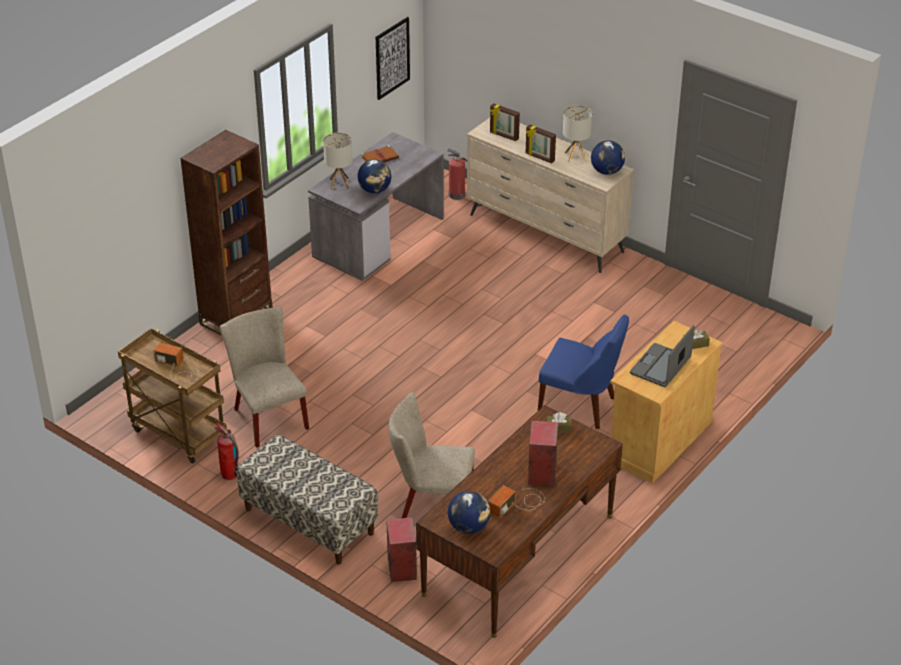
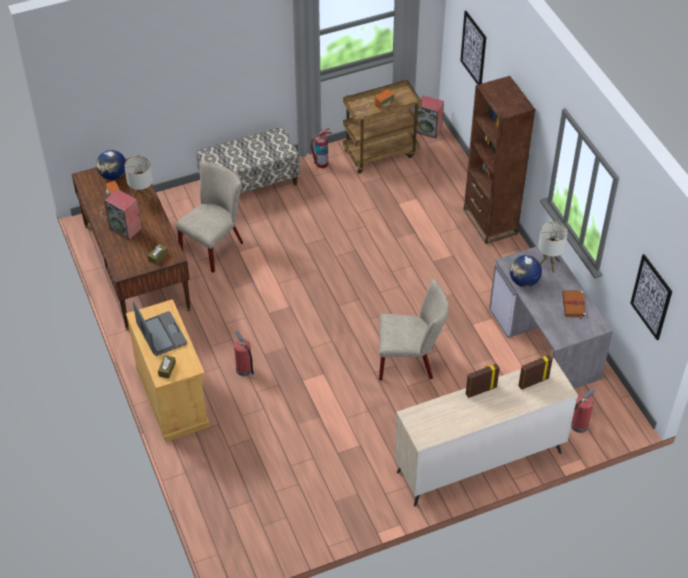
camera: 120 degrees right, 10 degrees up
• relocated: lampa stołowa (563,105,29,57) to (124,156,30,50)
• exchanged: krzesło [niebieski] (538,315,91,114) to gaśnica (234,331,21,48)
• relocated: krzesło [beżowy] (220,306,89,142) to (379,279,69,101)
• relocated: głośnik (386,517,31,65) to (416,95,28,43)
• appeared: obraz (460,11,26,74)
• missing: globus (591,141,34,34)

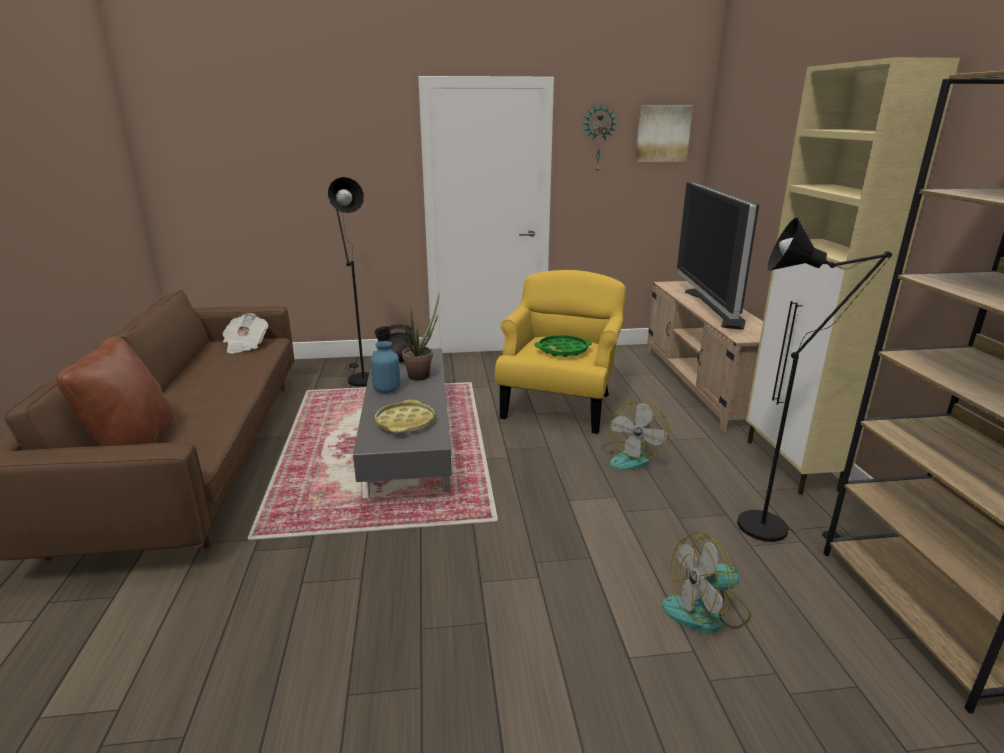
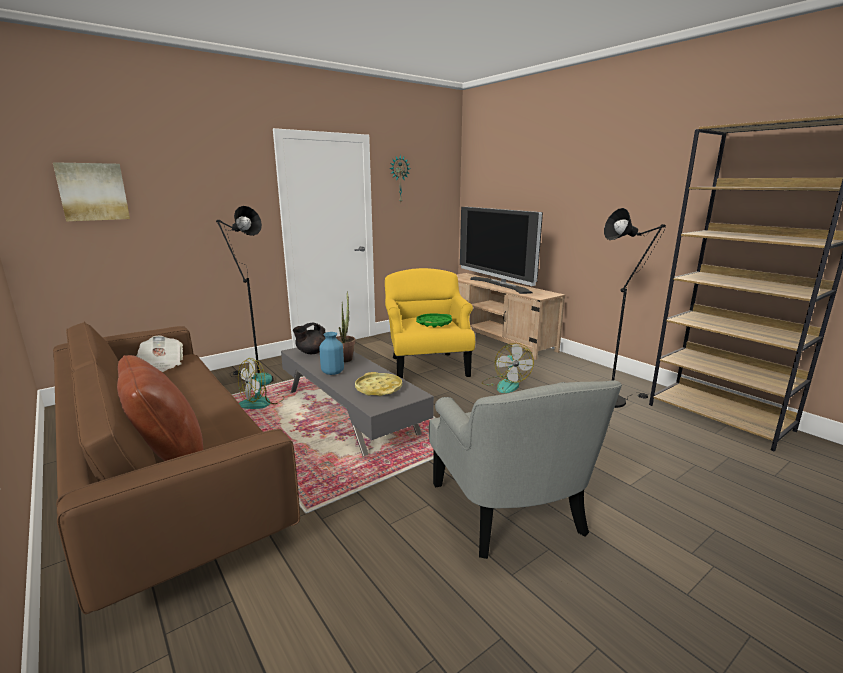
camera: 30 degrees left, 5 degrees down
• relocated: obraz (635,105,58,57) to (53,162,77,60)
• relocated: wentylator (662,532,89,101) to (238,358,46,51)
• appeared: fotel [szary] (429,380,193,179)
• missing: szafka [beżowy] (746,57,214,438)

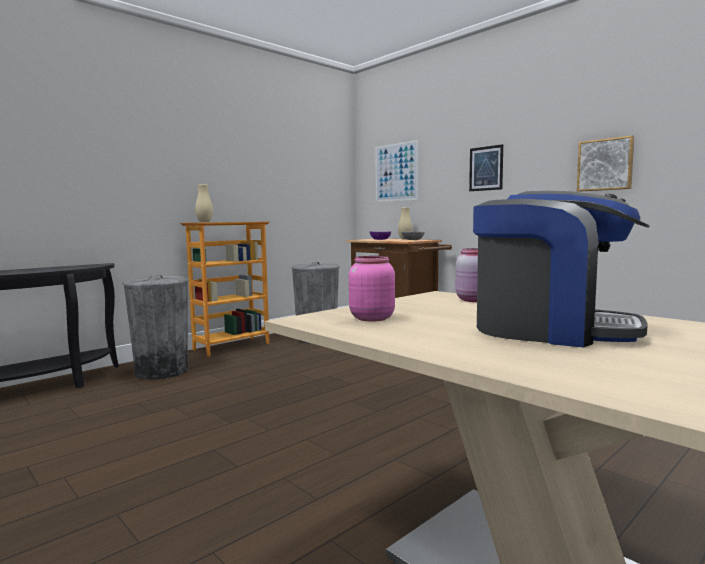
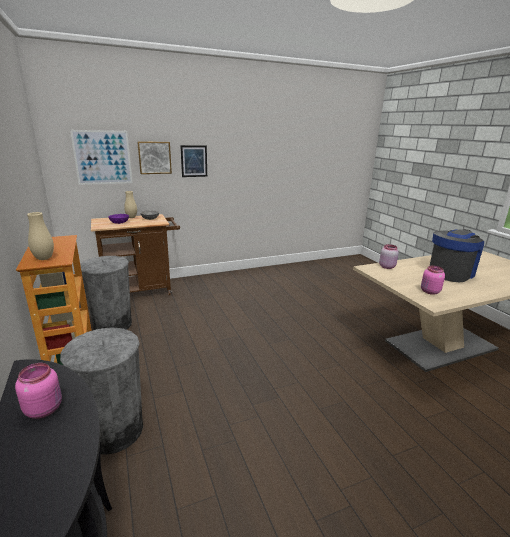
camera: 70 degrees left, 15 degrees up
• appeared: słoik [różowy] (15,363,47,56)
• relocated: obraz (577,136,57,56) to (137,141,35,33)

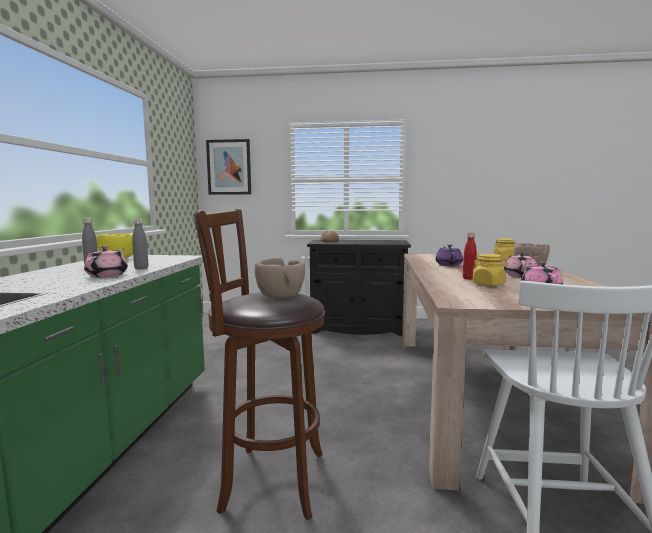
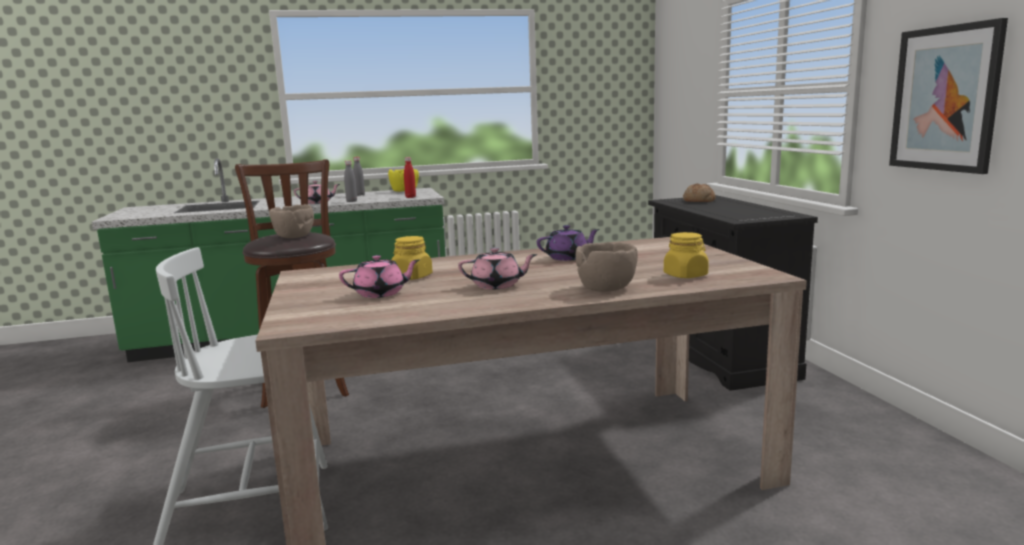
camera: 70 degrees right, 5 degrees up
• relocated: butelka [czerwony] (463,233,14,47) to (404,157,12,41)
• relocated: obraz (206,139,45,56) to (889,18,119,156)

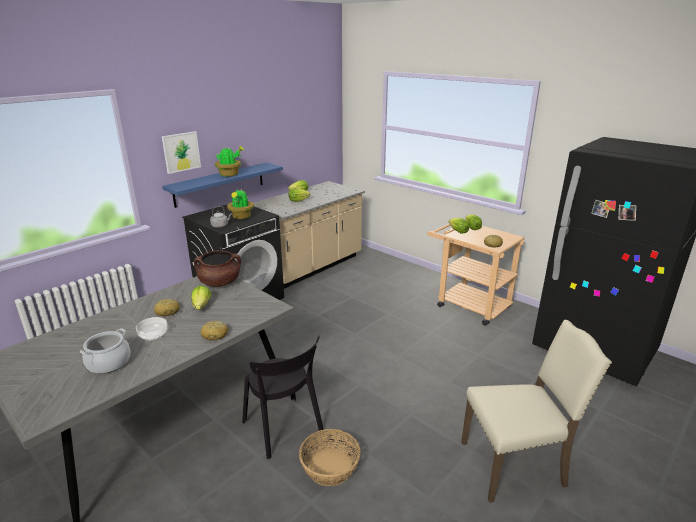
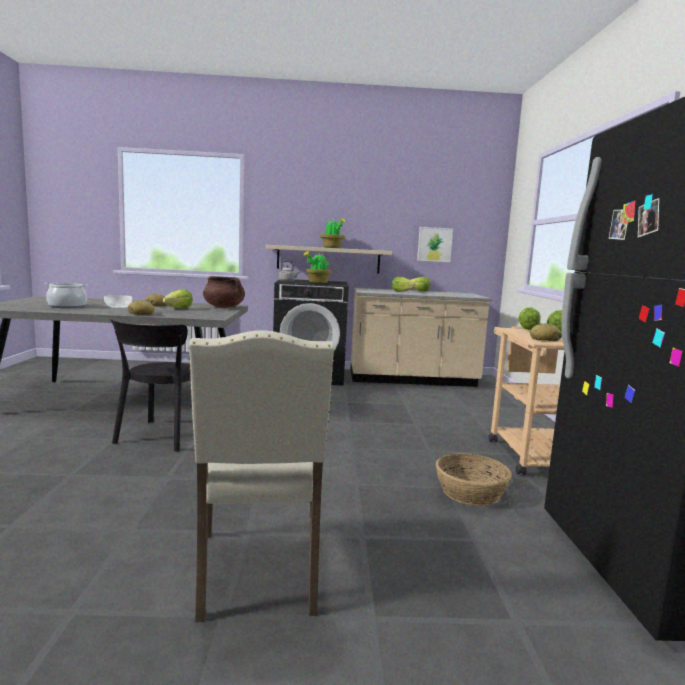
camera: 45 degrees right, 15 degrees down
• spun: krzesło [beżowy] (461,320,151,183) = (188,330,147,292) 45 degrees clockwise
• colour: półka [niebieski] (162,163,121,45) to półka [beżowy] (266,245,126,29)
• relocated: obraz (162,131,39,43) to (417,227,36,35)
• relocated: koszyk (299,429,62,57) to (436,453,76,53)

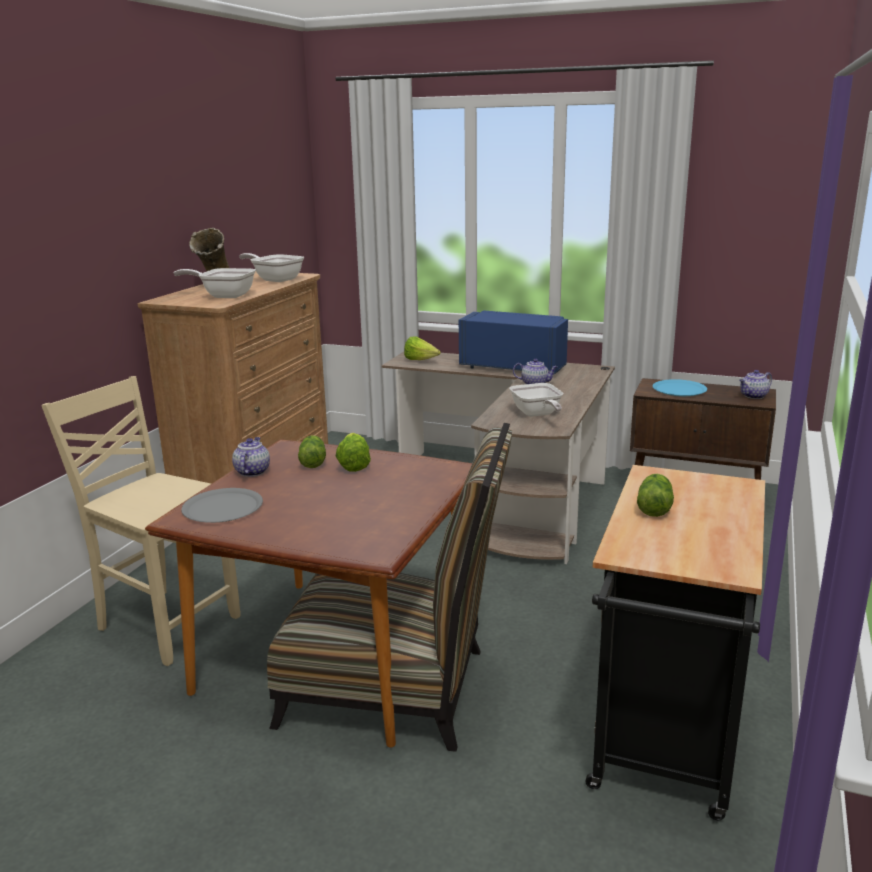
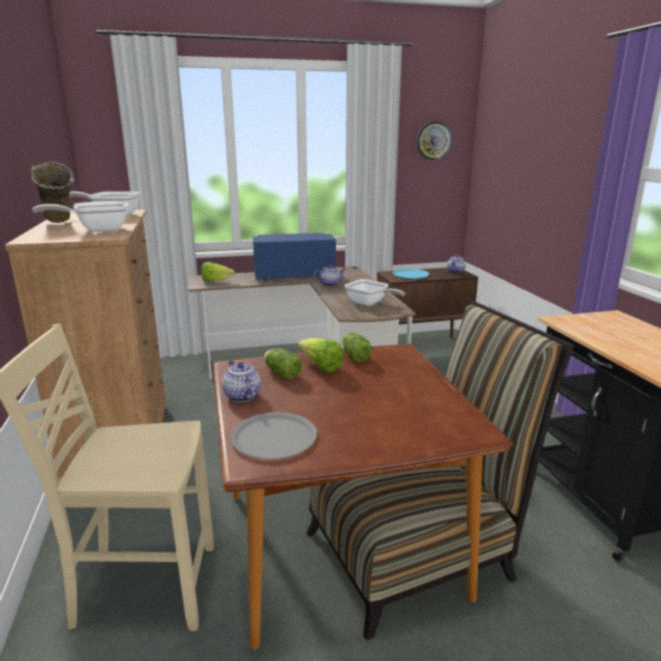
camera: 35 degrees left, 0 degrees up
• relocated: sałata (637,474,37,43) to (342,333,30,29)
• appeared: zegar ścienny (416,121,36,39)

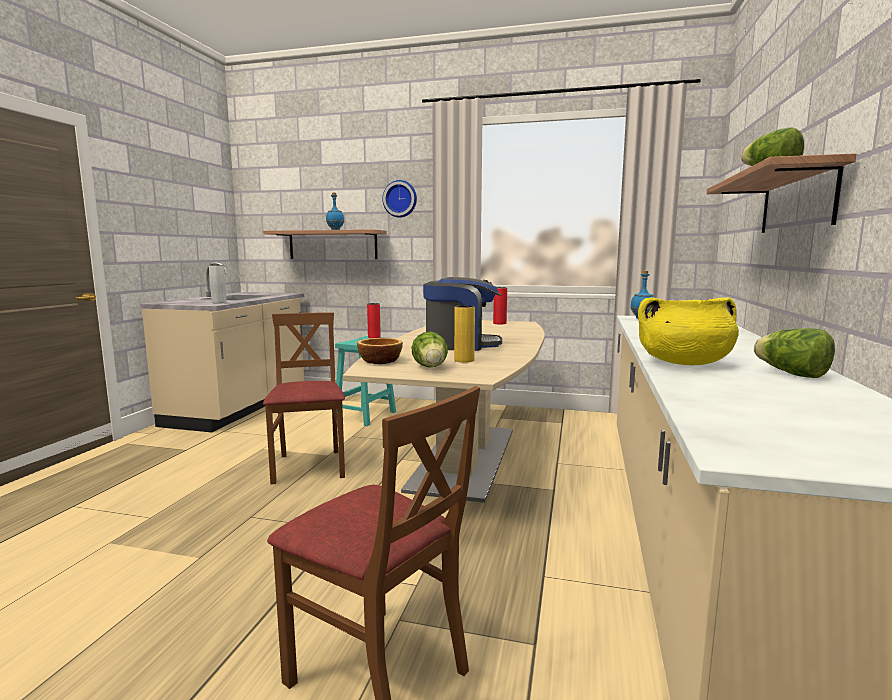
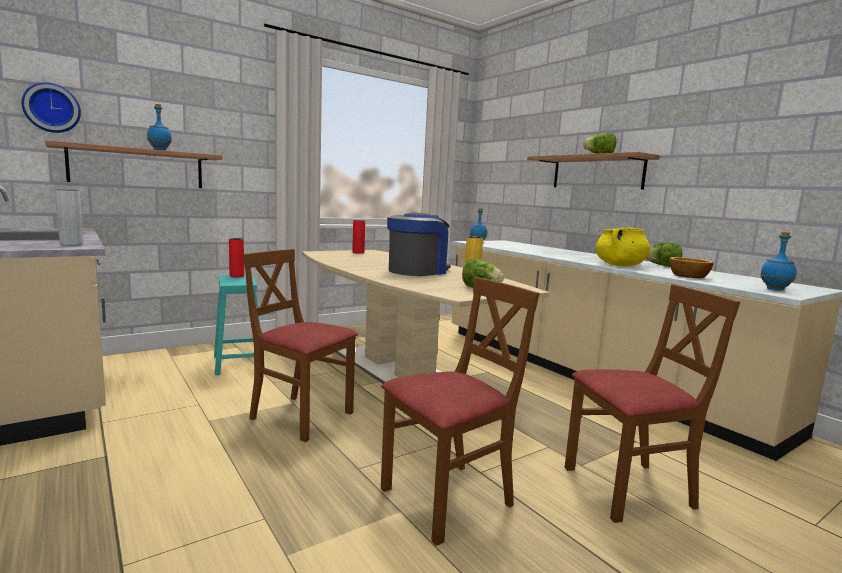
camera: 50 degrees left, 0 degrees up
• relocated: zegar ścienny (383,180,34,38) to (22,82,59,51)
• appeared: krzesło [brązowy] (381,277,159,269)
• relocated: miska (357,338,46,26) to (669,257,45,21)
• appeared: butelka [niebieski] (760,232,36,59)

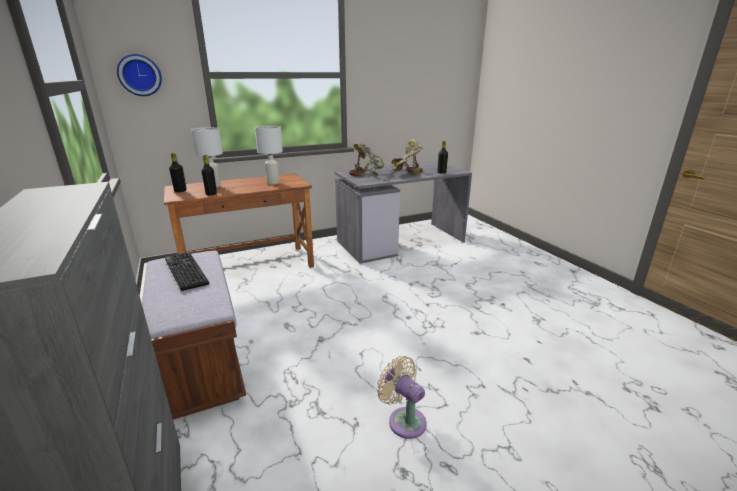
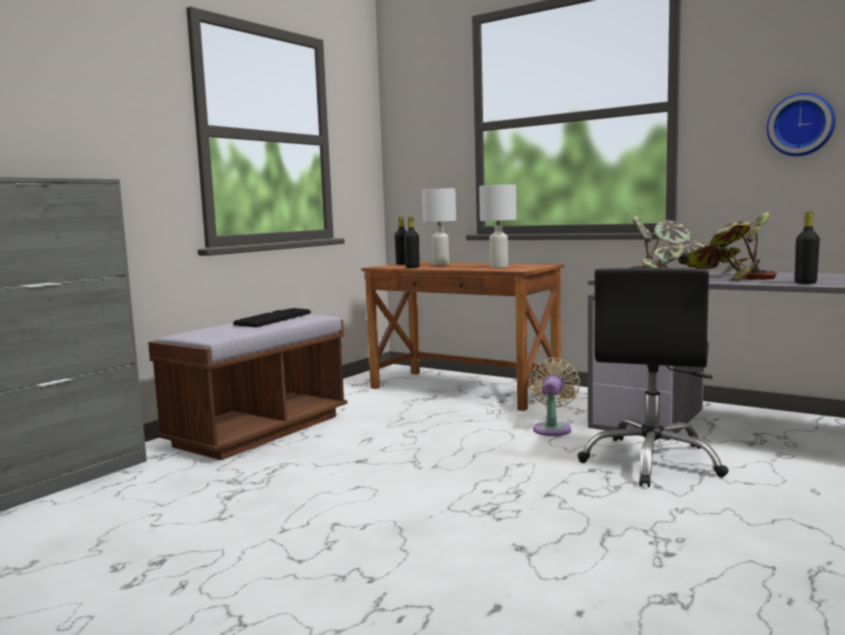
camera: 60 degrees right, 15 degrees down
• relocated: wentylator [beżowy] (376,356,50,83) to (529,357,51,79)
• appeared: krzesło biurowe [czarny] (577,268,152,219)
• relocated: zegar ścienny (117,54,45,42) to (766,93,69,63)

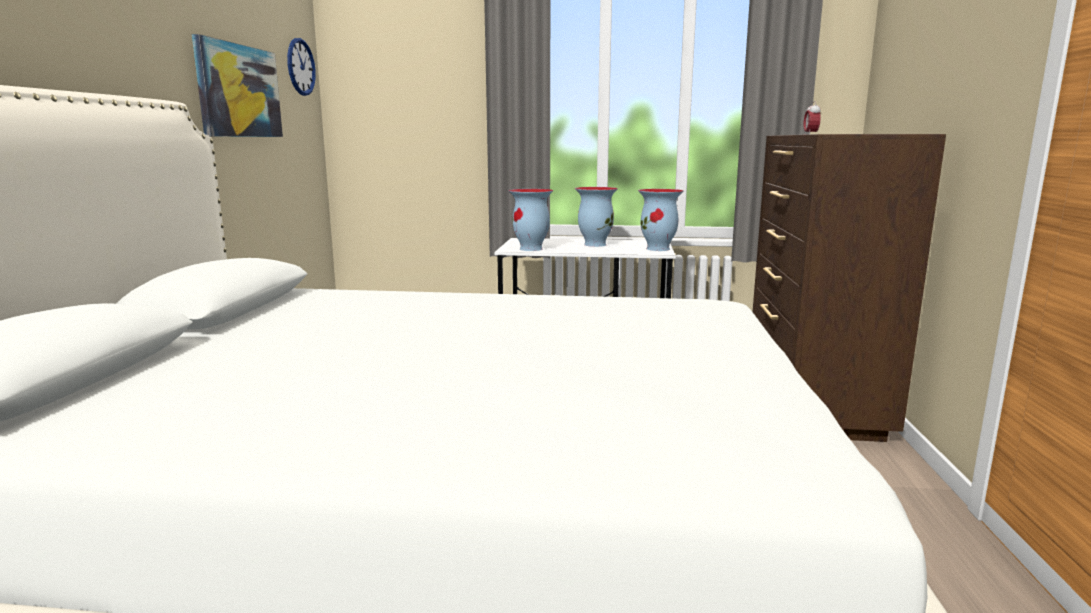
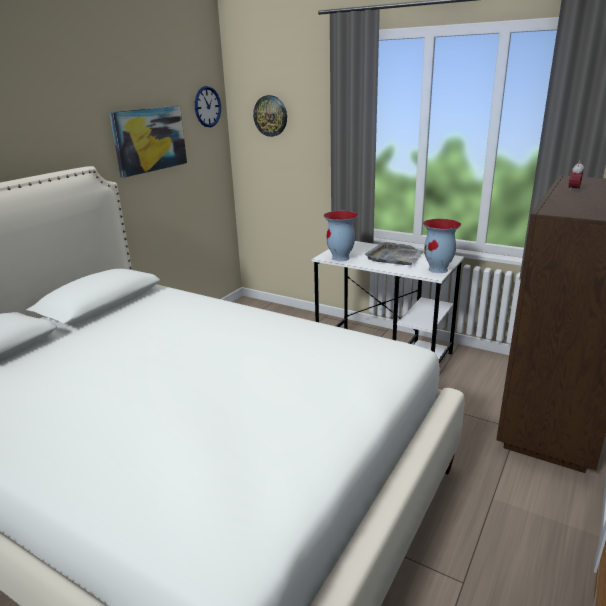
camera: 25 degrees right, 10 degrees up
• appeared: zegar ścienny (253,95,34,42)
• exchanged: wazon (575,187,43,60) to taca [szary] (365,242,59,23)

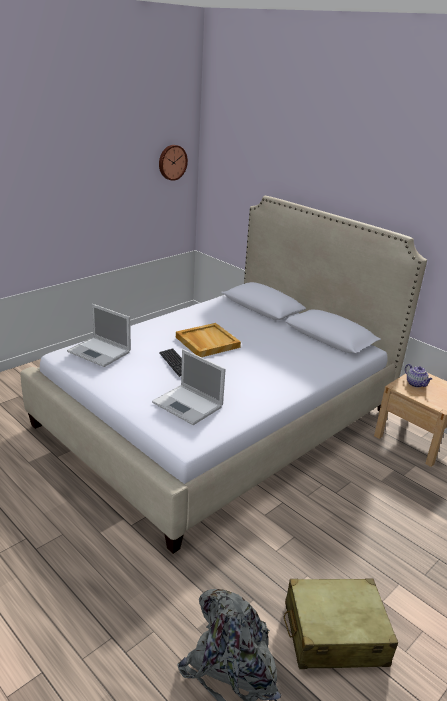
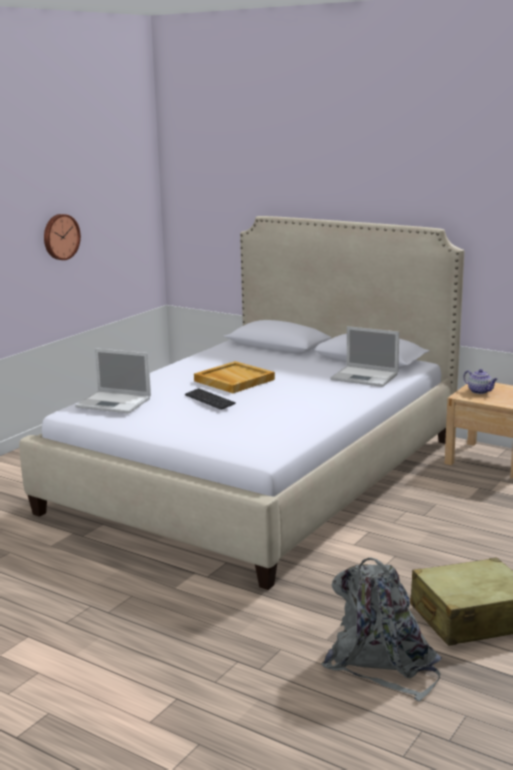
camera: 10 degrees left, 10 degrees down
• relocated: zegar ścienny (159,145,29,36) to (44,214,37,46)
• relocated: laptop (152,349,74,76) to (330,326,69,61)

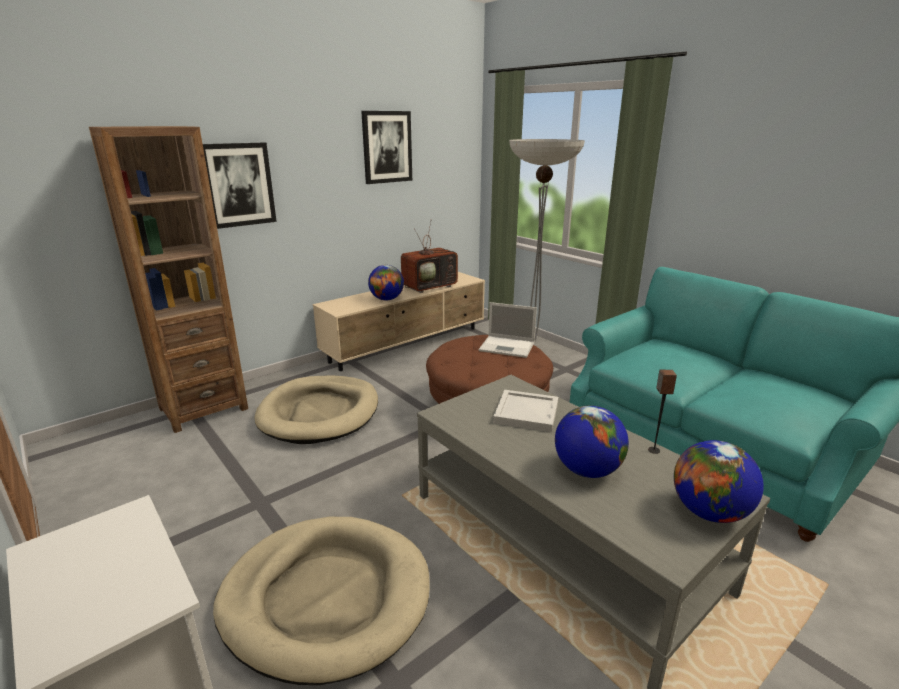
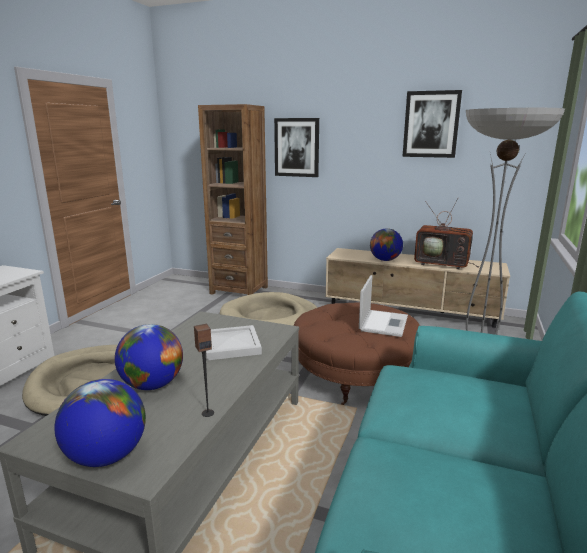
camera: 60 degrees right, 5 degrees down
• spun: laptop (479,302,58,56) = (359,275,49,62) 150 degrees counterclockwise

